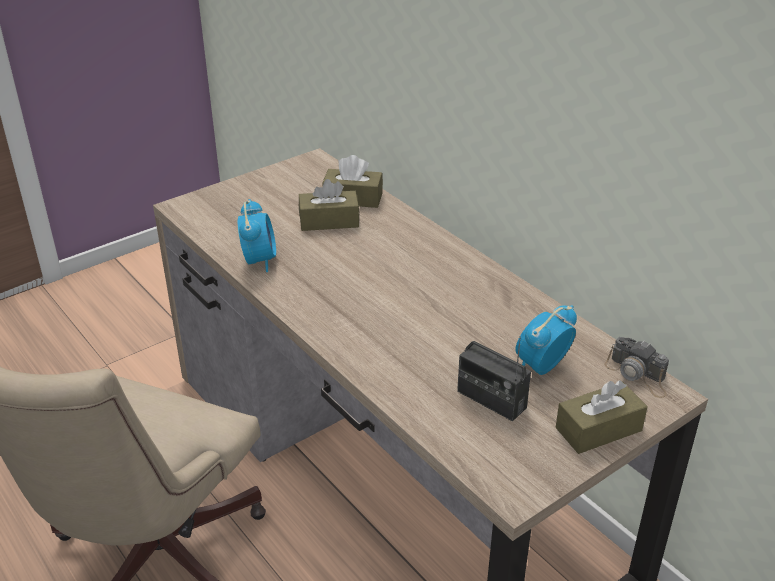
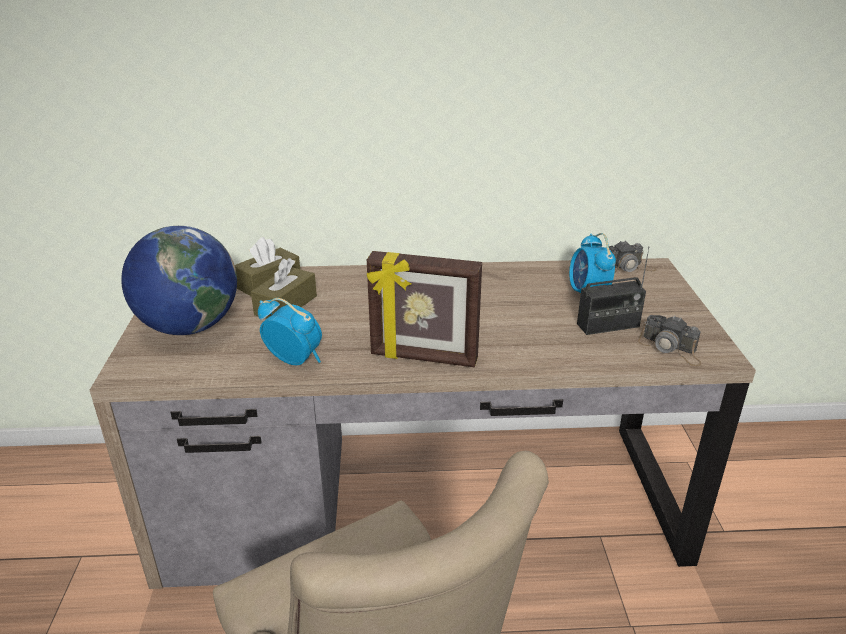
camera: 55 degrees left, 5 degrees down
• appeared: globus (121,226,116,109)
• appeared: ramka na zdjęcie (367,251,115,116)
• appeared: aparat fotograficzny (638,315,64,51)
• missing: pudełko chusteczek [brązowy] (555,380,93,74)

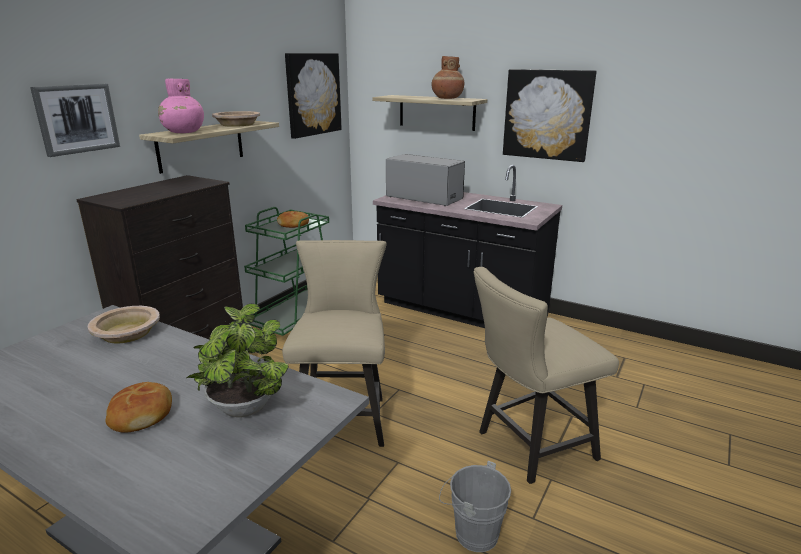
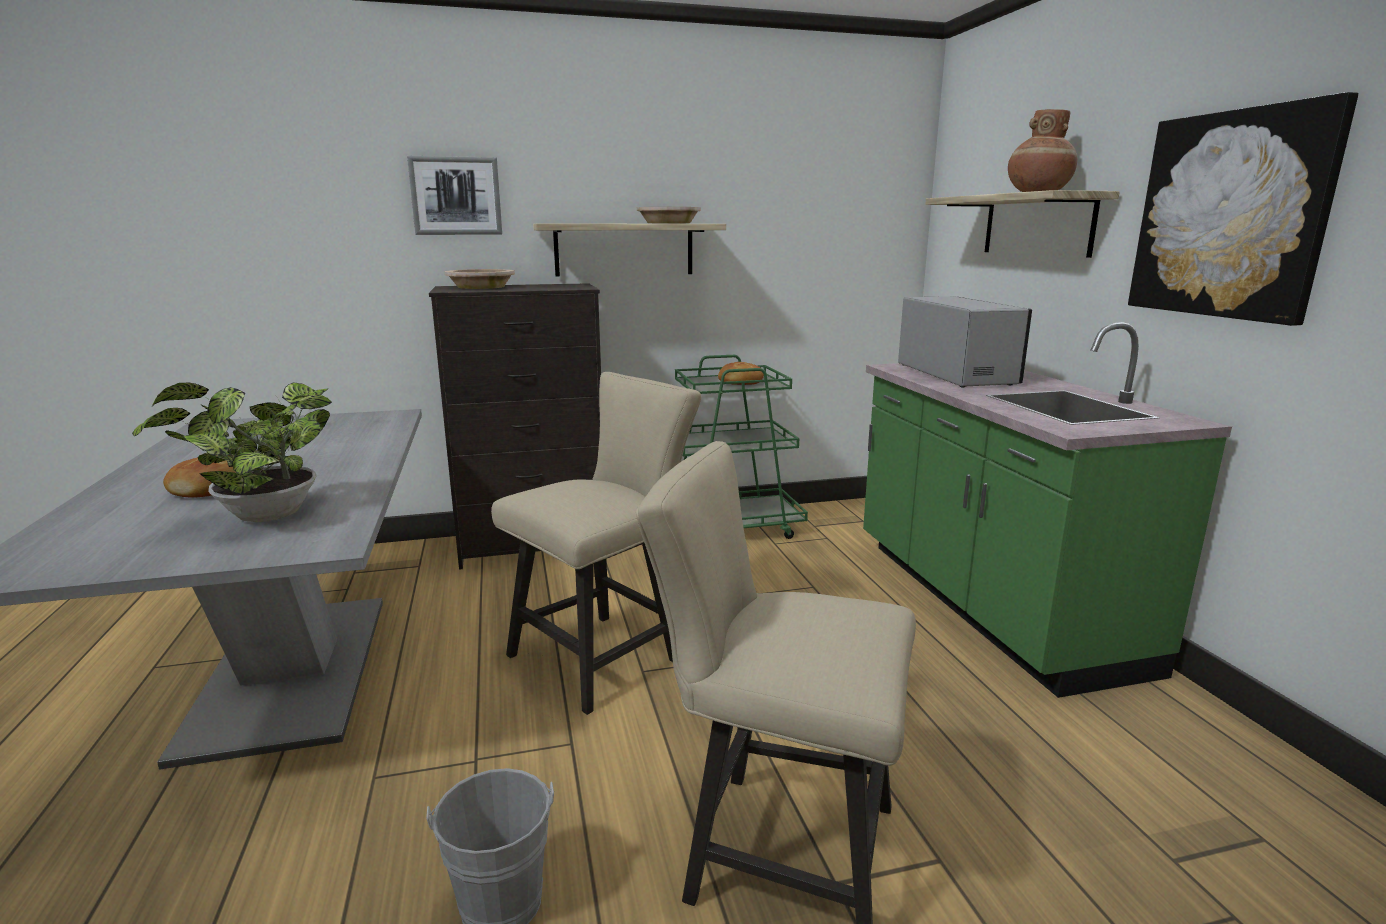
camera: 45 degrees right, 5 degrees down
• relocated: miska [beżowy] (88,306,72,38) to (445,269,70,20)
• colour: zabudowa kuchenna [czarny] (373,165,189,163) to zabudowa kuchenna [zielony] (863,322,369,376)
• missing: wazon [różowy] (158,79,46,54)
• missing: obraz (285,53,57,86)

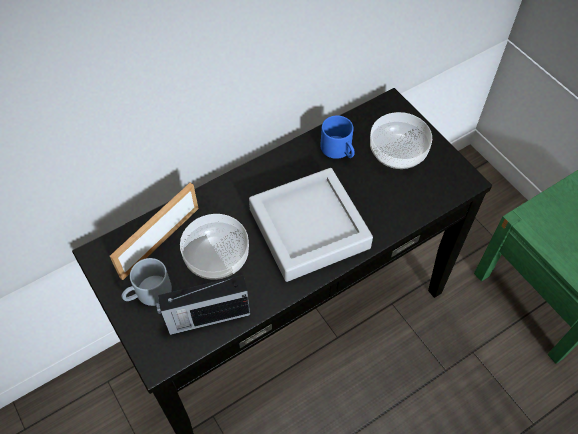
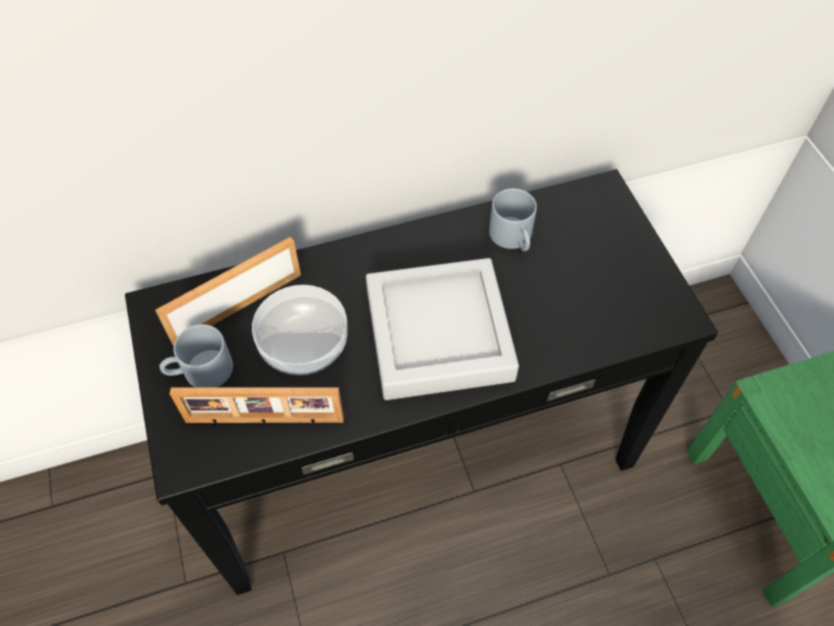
camera: 15 degrees right, 0 degrees up
• exchanged: radio (156,275,94,60) to ramka na zdjęcie (170,387,174,39)
• colour: kubek [niebieski] (321,115,34,44) to kubek [szary] (489,188,48,63)
• missing: miska (370,112,62,57)

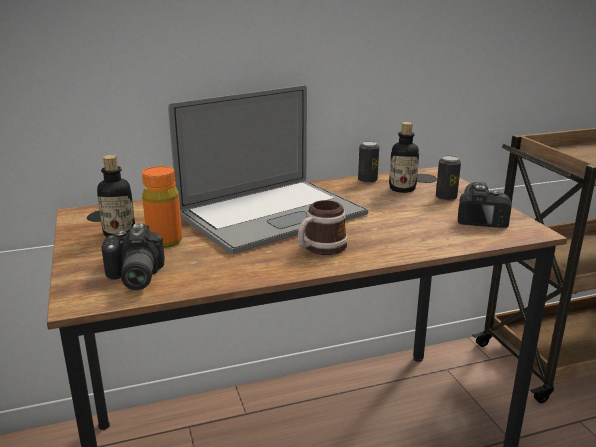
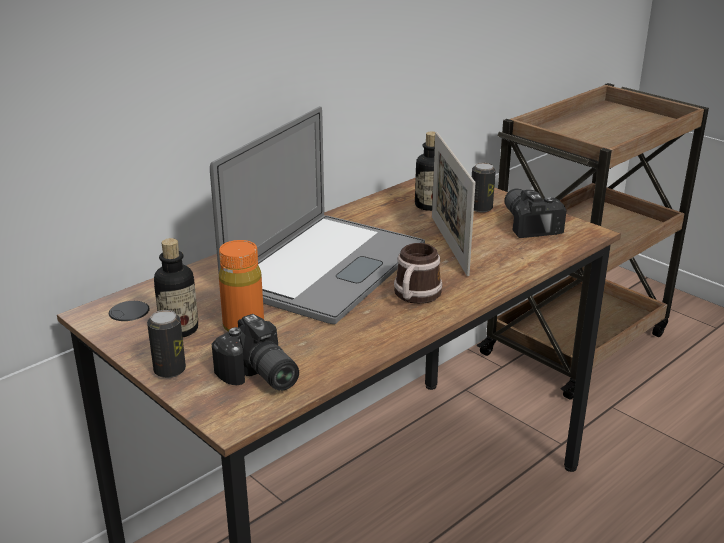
camera: 25 degrees left, 5 degrees up
• relocated: puszka (358,141,21,42) to (147,310,39,68)
• appeared: ramka na zdjęcie (432,132,44,144)

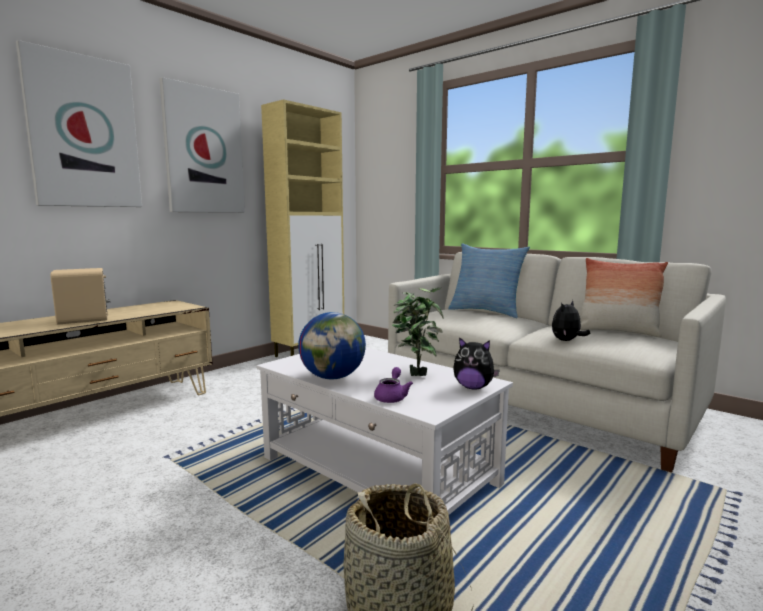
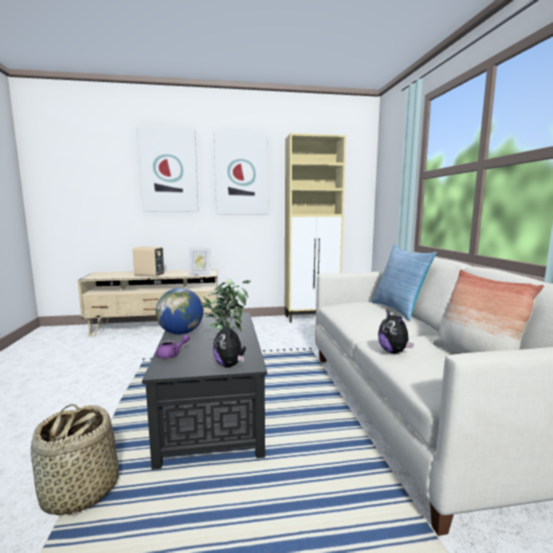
camera: 40 degrees right, 0 degrees up
• colour: ława [biały] (257,348,256,167) to ława [czarny] (142,312,125,158)
• appeared: ramka na zdjęcie (189,247,22,29)
• spun: pluszak (552,300,39,41) = (378,309,36,45) 105 degrees counterclockwise

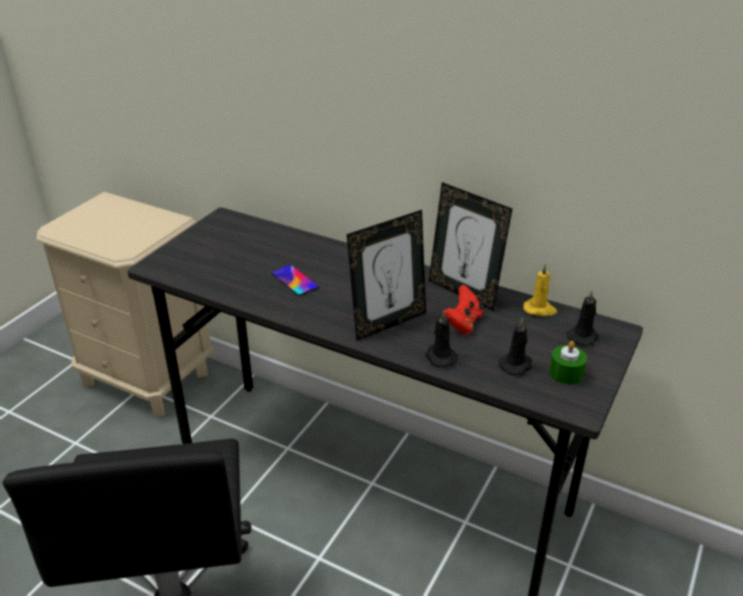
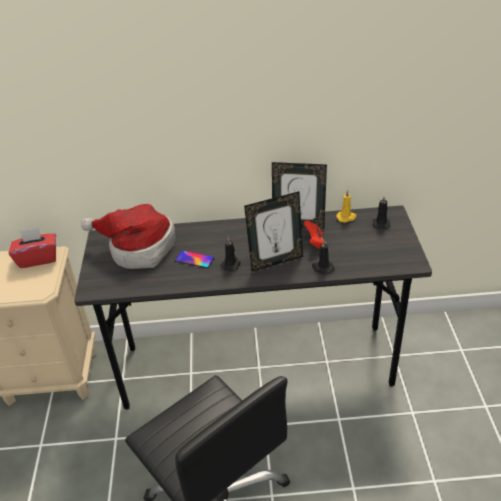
camera: 30 degrees left, 5 degrees up
• appeared: pudełko chusteczek [czerwony] (8,228,48,40)
• appeared: kapelusz (81,204,95,65)
• relocated: świeca [czarny] (499,317,33,58) to (221,237,20,34)
• spun: ramka na zdjęcie (347,210,79,131) = (244,191,59,81) 45 degrees clockwise
• missing: świeca [zielony] (549,341,38,43)

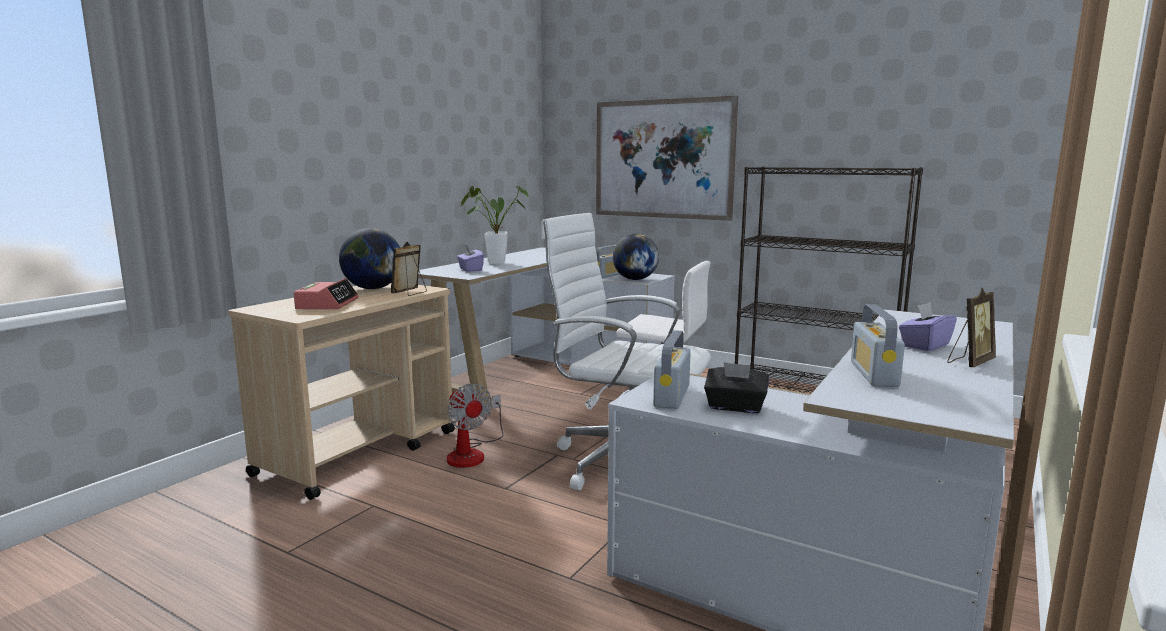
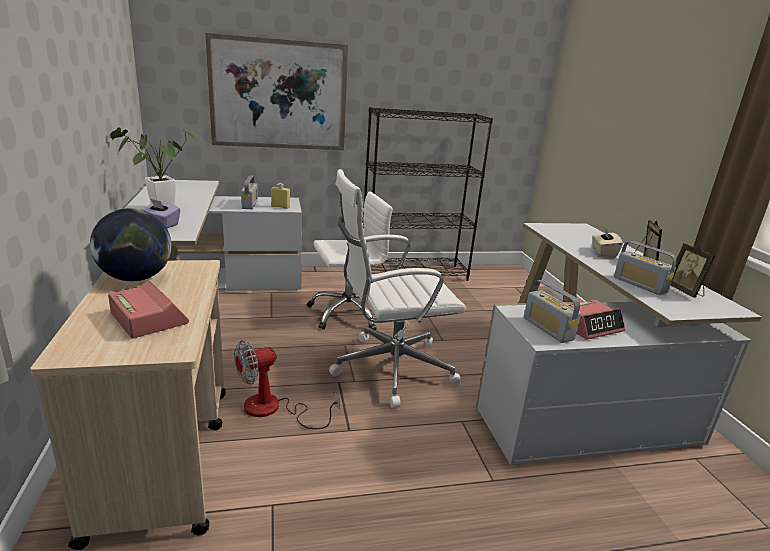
camera: 45 degrees left, 10 degrees up
• spun: wentylator (447,383,57,85) = (234,340,106,89) 135 degrees clockwise
• exchanged: globus (613,234,46,46) to butelka [żółty] (271,183,19,26)
• exchanged: pudełko chusteczek [czarny] (704,362,66,51) to budzik (568,300,57,40)
• colour: pudełko chusteczek [fioletowy] (899,302,58,49) to pudełko chusteczek [beżowy] (592,228,31,30)
• relocated: ramka na zdjęcie (391,242,36,54) to (671,243,44,55)

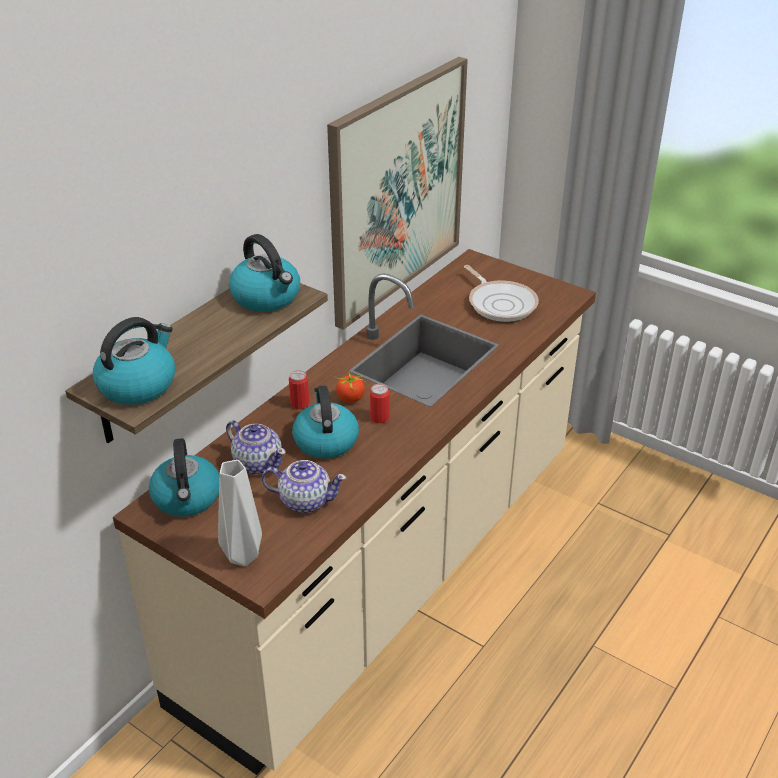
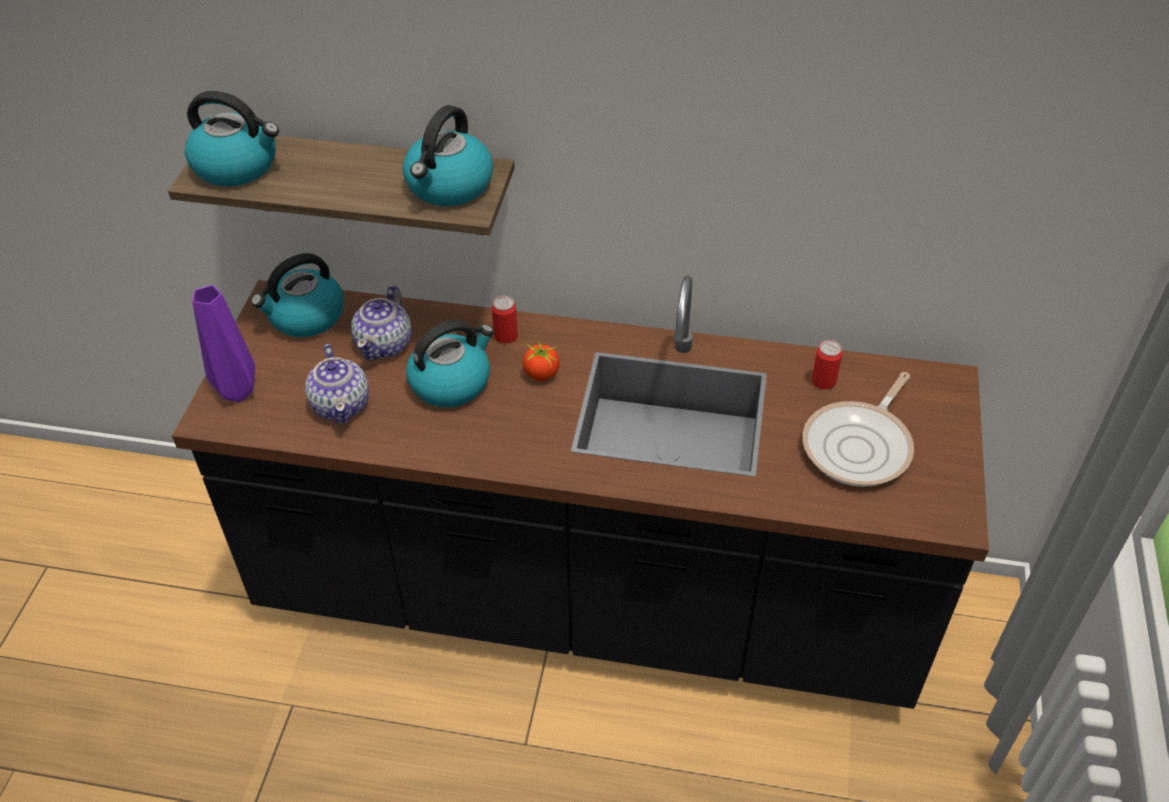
camera: 65 degrees right, 10 degrees up
• colour: zabudowa kuchenna [beżowy] (113,249,483,526) to zabudowa kuchenna [czarny] (172,276,817,433)
• colour: wazon [szary] (218,460,44,107) to wazon [fioletowy] (192,285,63,117)
• relocated: puszka (370,384,19,39) to (811,340,32,49)
• missing: obraz (327,57,141,273)

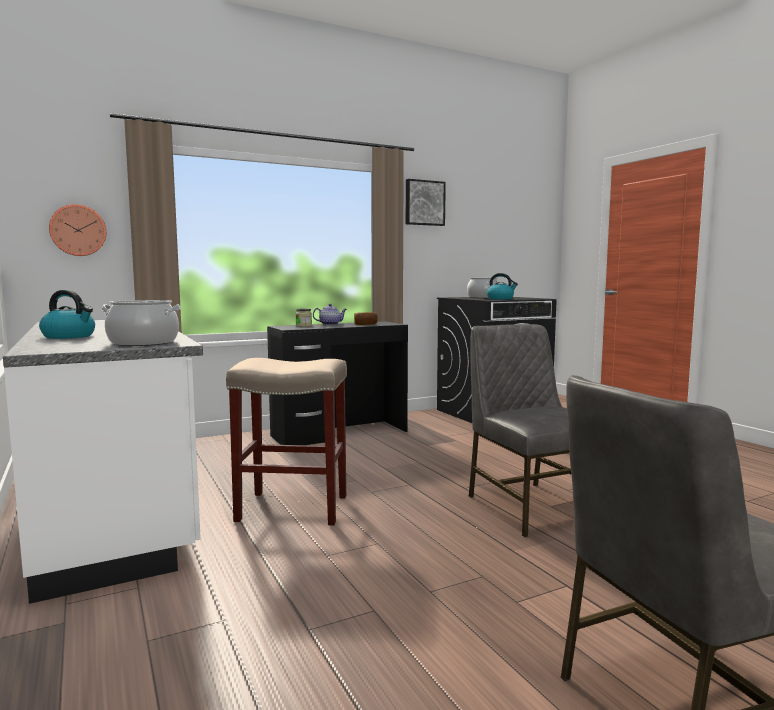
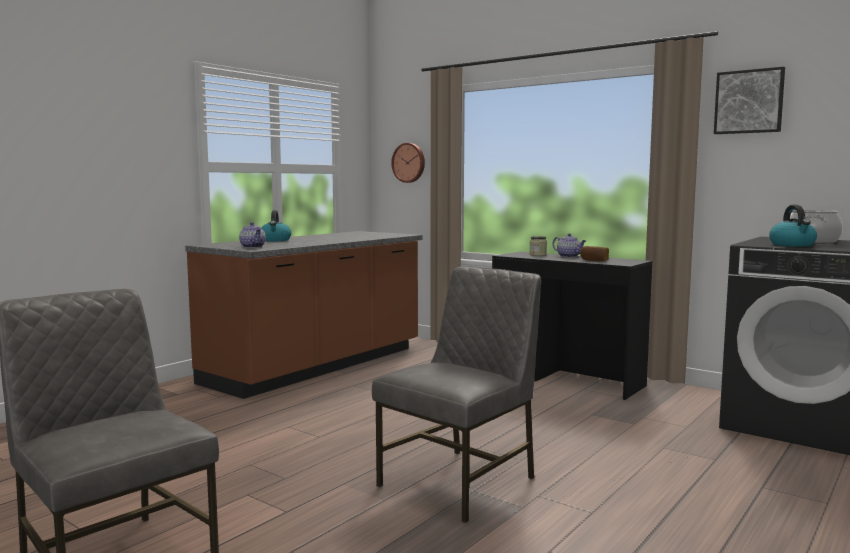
camera: 65 degrees right, 0 degrees up
• colour: zabudowa kuchenna [biały] (3,320,200,284) to zabudowa kuchenna [brązowy] (185,231,238,168)
• exchanged: garnek (101,300,80,46) to imbryk (239,222,27,26)
• missing: stołek [beżowy] (226,358,121,167)

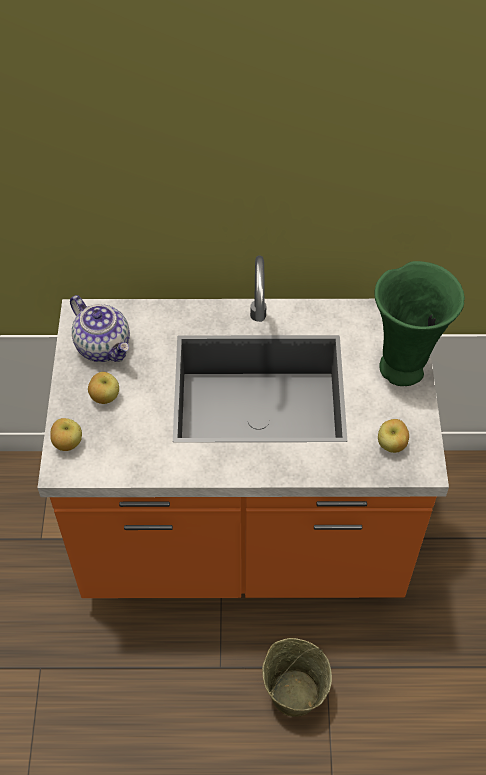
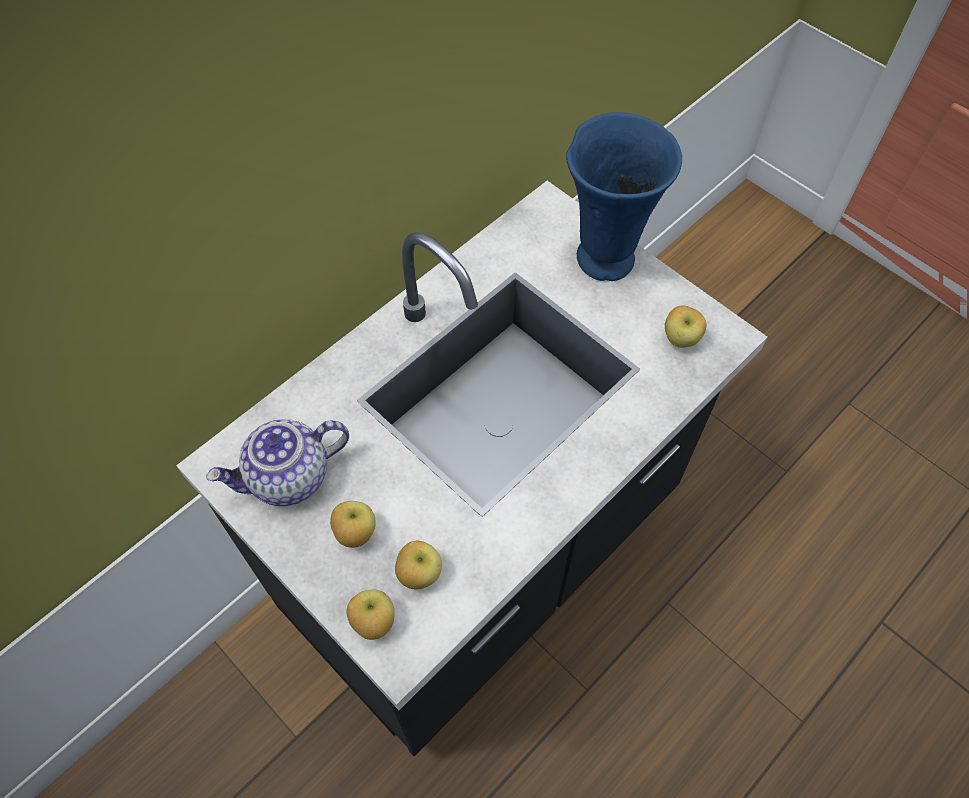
camera: 45 degrees left, 5 degrees up
• colour: zabudowa kuchenna [pomarańczowy] (38,255,411,343) to zabudowa kuchenna [czarny] (176,181,591,575)
• spun: imbryk (70,295,60,67) = (206,419,143,87) 150 degrees clockwise
• appeared: jabłko (395,541,47,48)
• colour: wazon [zielony] (374,261,91,125) to wazon [niebieski] (566,112,116,169)
• missing: wiadro [beżowy] (262,638,70,79)

